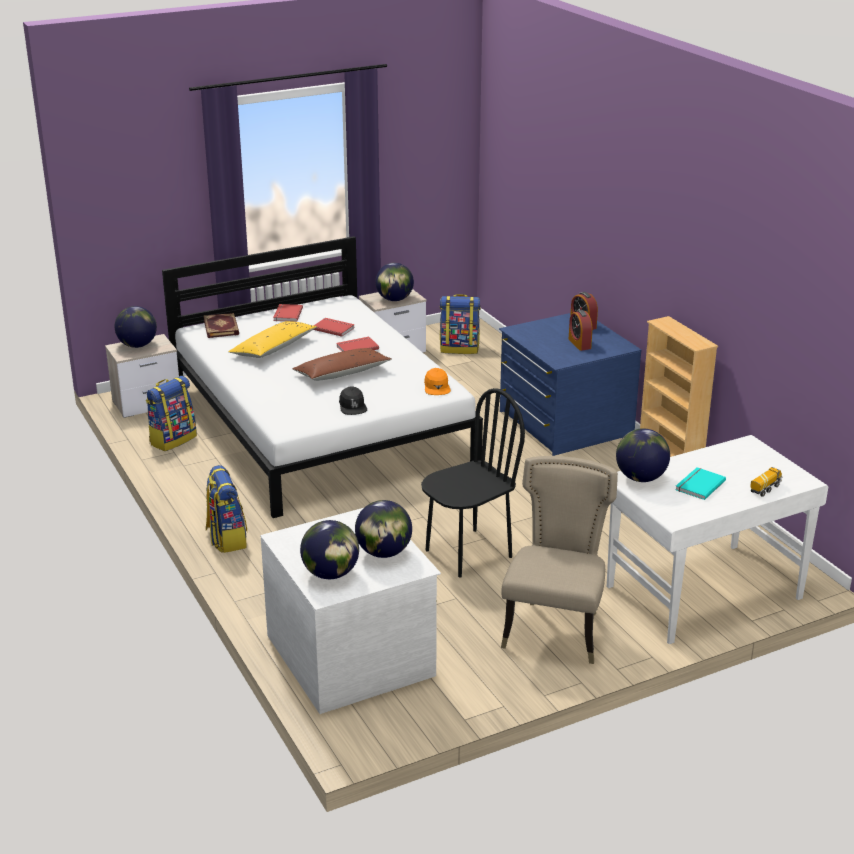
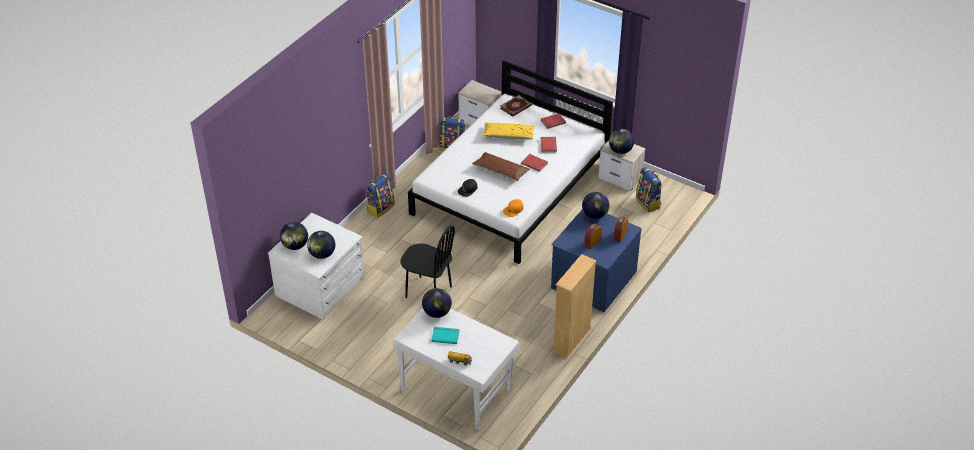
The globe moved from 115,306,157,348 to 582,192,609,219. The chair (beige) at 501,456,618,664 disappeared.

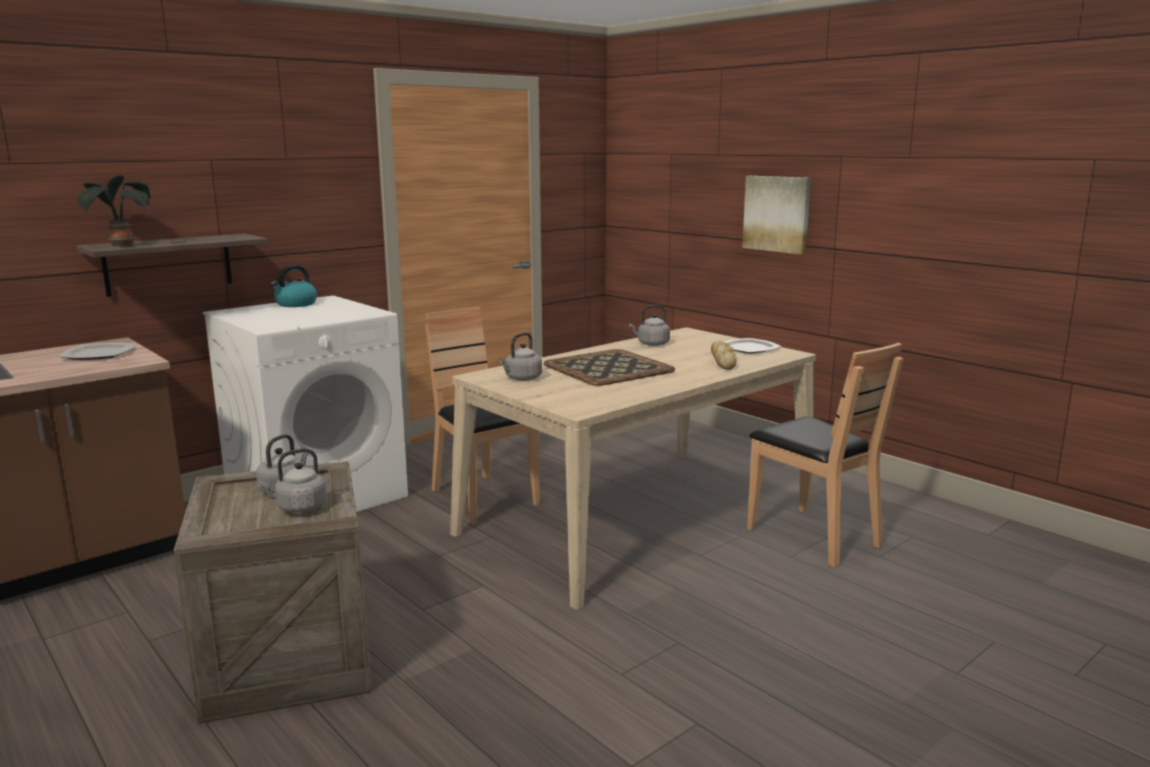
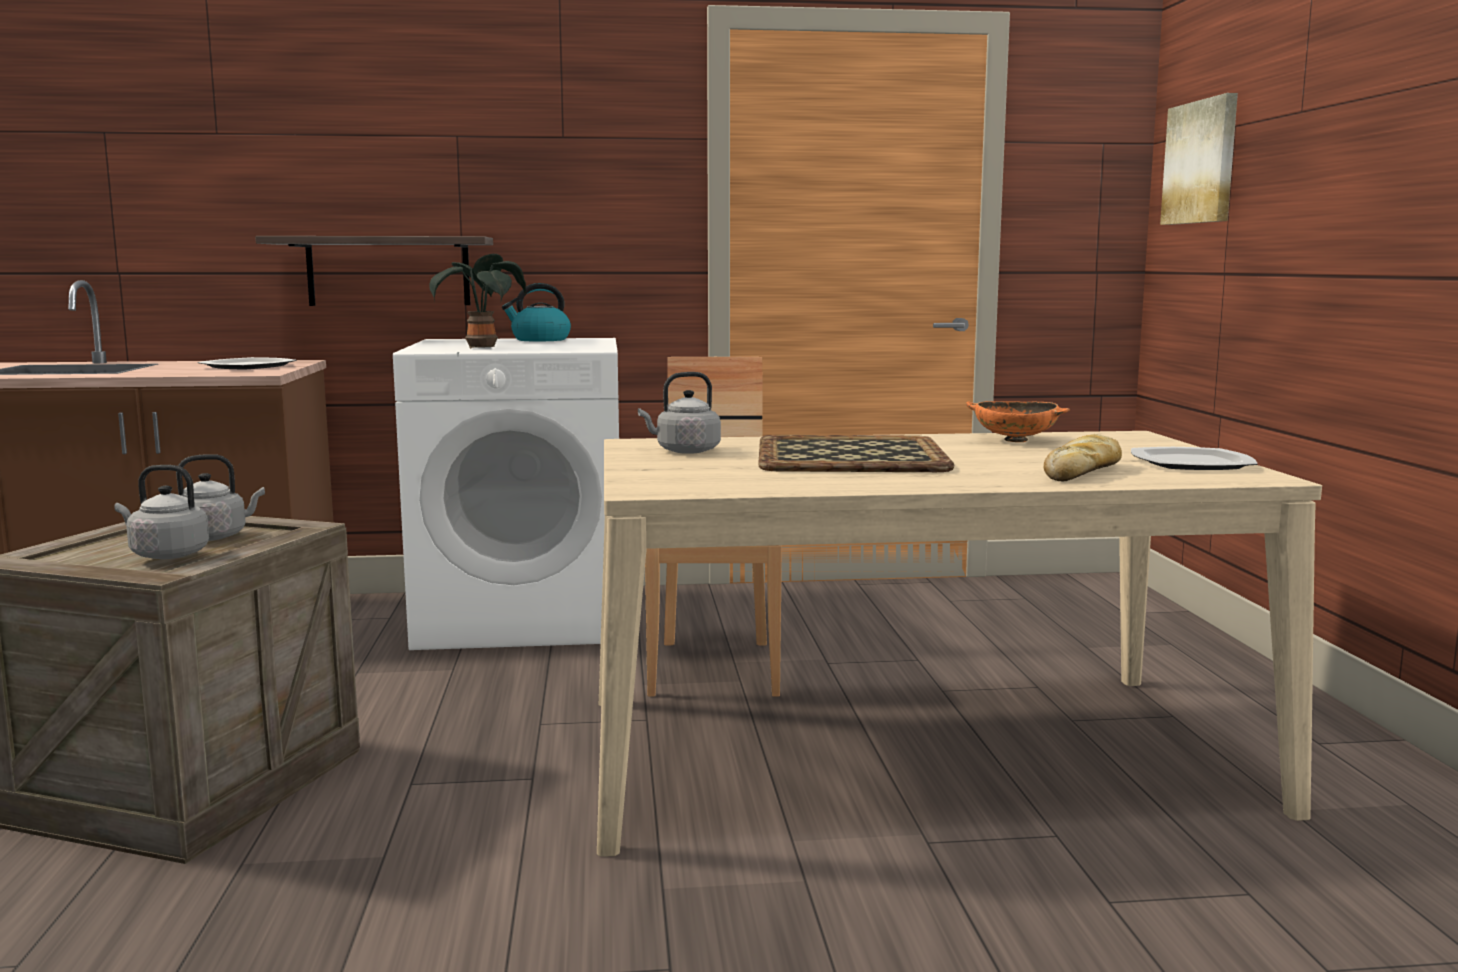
The potted plant moved from 77,175,150,248 to 429,254,526,349. The tea kettle (greyish) at 629,305,670,346 was replaced by the serving bowl (orangey) at 966,401,1070,442. The picture moved from 742,176,811,255 to 1160,93,1238,225. The chair (brown-coloured) at 747,343,903,567 disappeared.

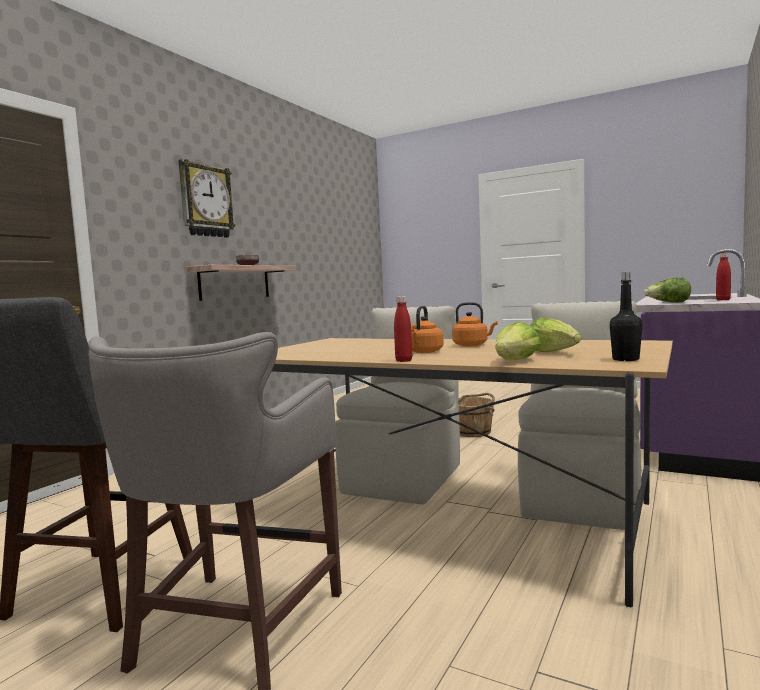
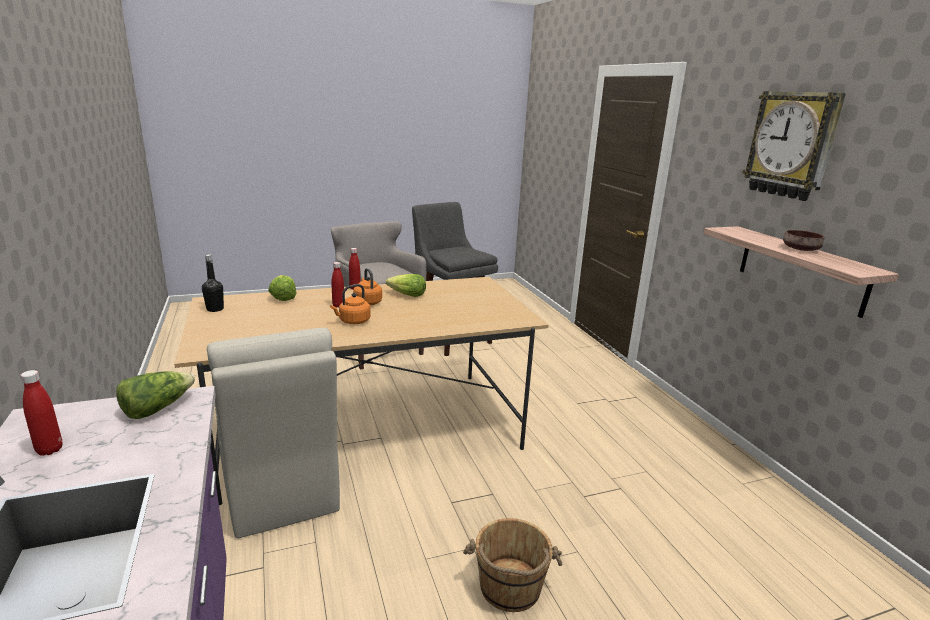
The chair (beige) at 335,306,460,504 disappeared. The head of lettuce moved from 530,318,582,352 to 386,274,426,297. The drink bottle (reddish) at 331,262,344,308 appeared.

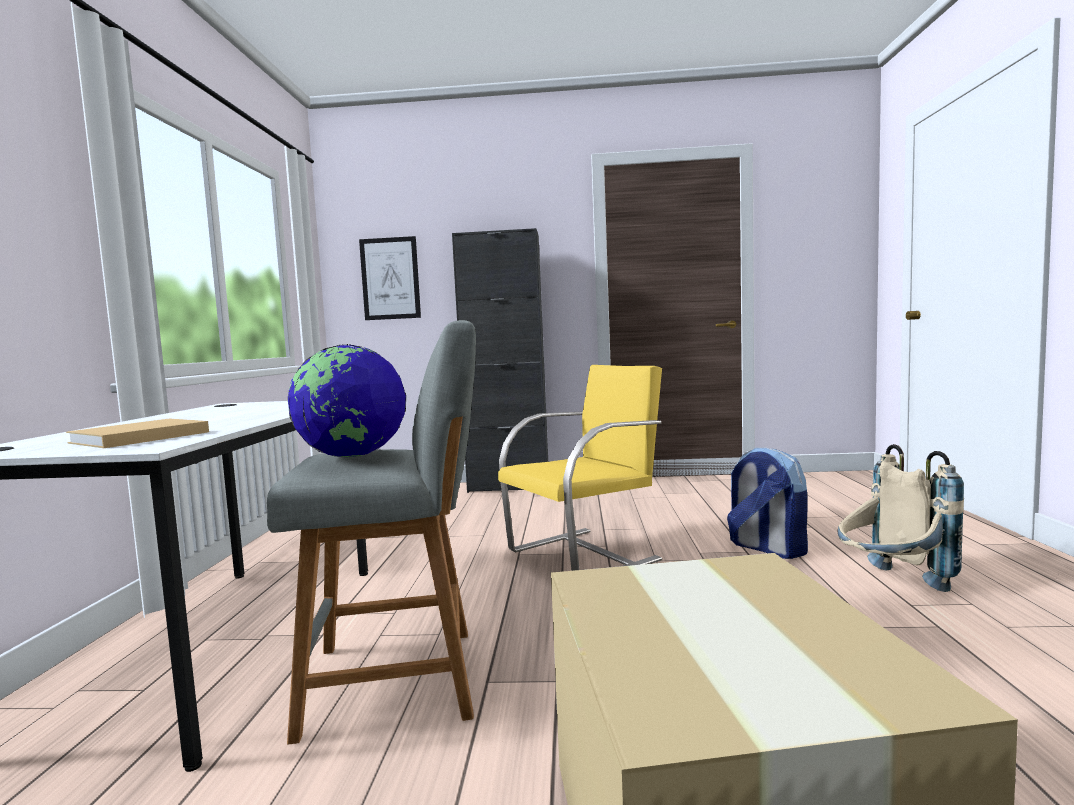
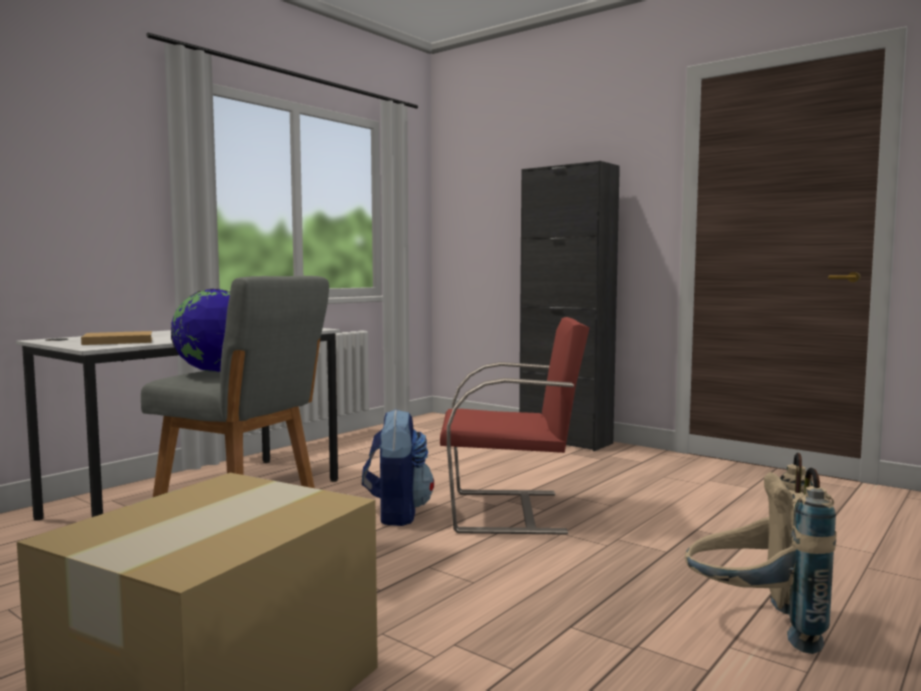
The picture at 359,236,421,320 disappeared. The chair (yellow) at 498,365,662,571 became the chair (reddish) at 440,317,589,535. The backpack moved from 727,448,808,559 to 362,409,434,526.

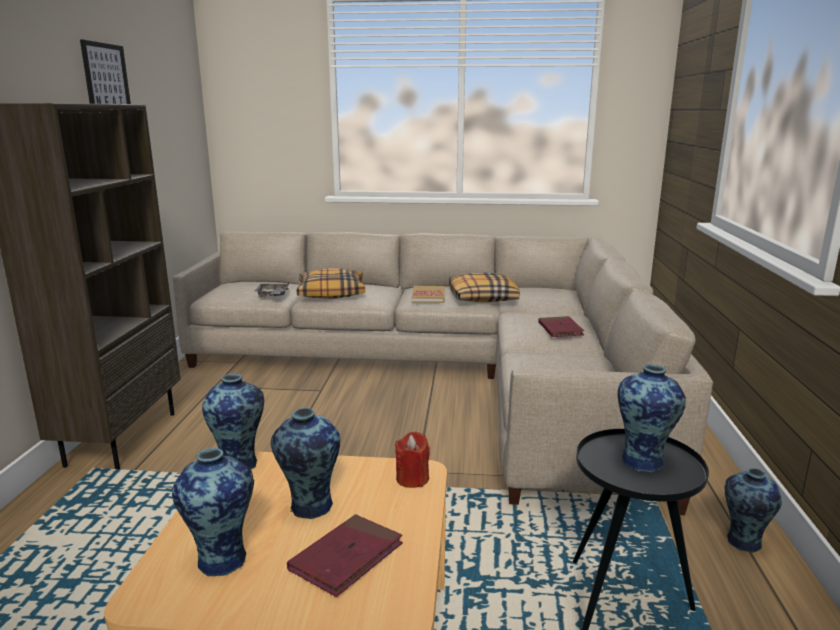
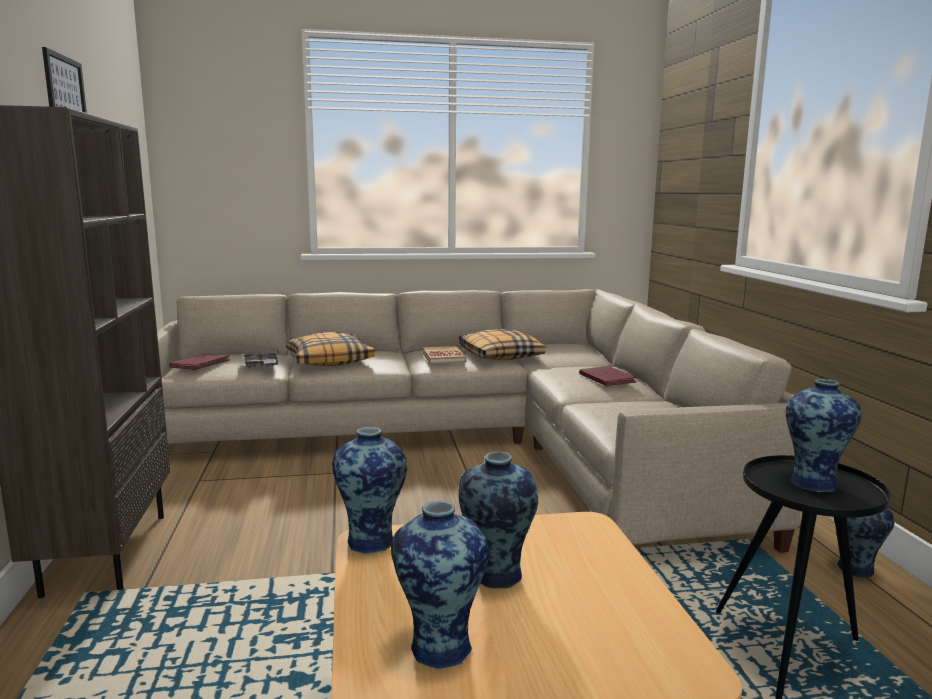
The book (reddish) moved from 287,514,403,597 to 169,353,230,370. The candle (reddish) at 395,432,430,488 disappeared.

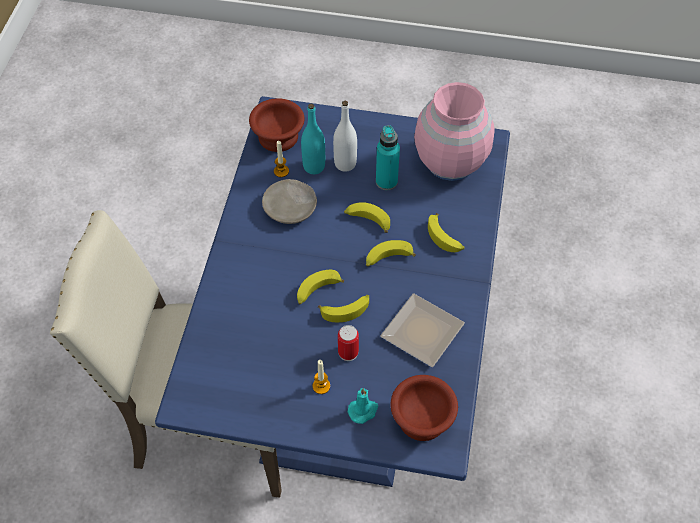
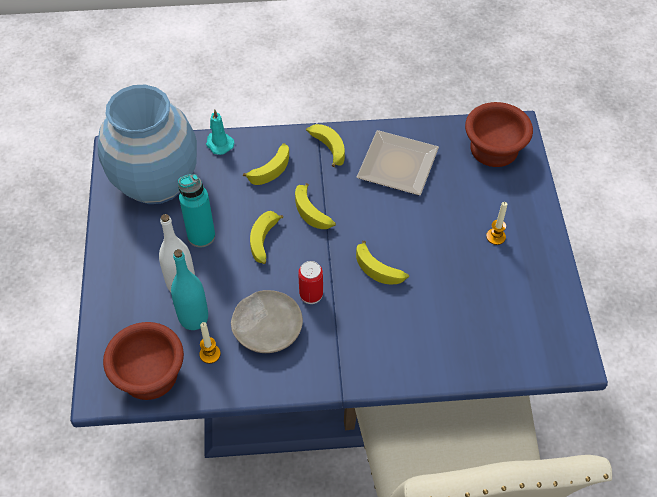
The banana moved from 318,295,369,322 to 306,124,345,167. The sealed can moved from 338,325,359,361 to 298,261,323,304. The candle (blue-green) moved from 348,388,378,424 to 206,109,234,155. The decorative vase (pinkish) at 414,82,495,181 became the decorative vase (bluish) at 98,85,197,204.

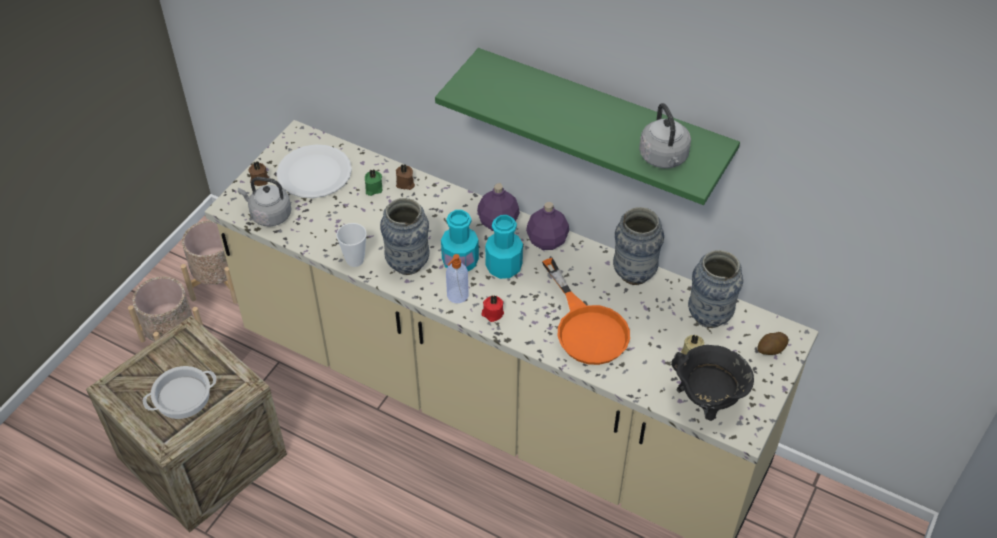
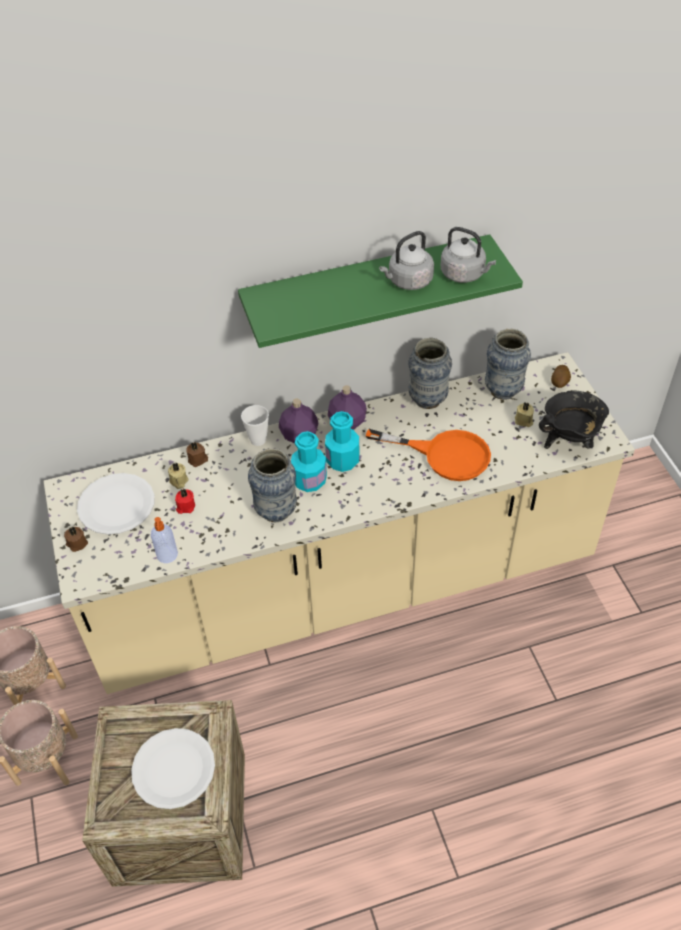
The cooking pot at 143,366,217,419 was replaced by the plate (white-coloured) at 131,728,215,809. The tea kettle (greyish) moved from 238,177,292,227 to 379,231,434,290. The small cup moved from 336,223,367,267 to 241,405,269,446. The candle (greenish) at 365,169,382,196 became the candle (beige) at 168,462,188,489. The soap bottle moved from 446,254,469,303 to 151,517,178,563. The candle (reddish) moved from 481,295,504,322 to 175,489,195,514.

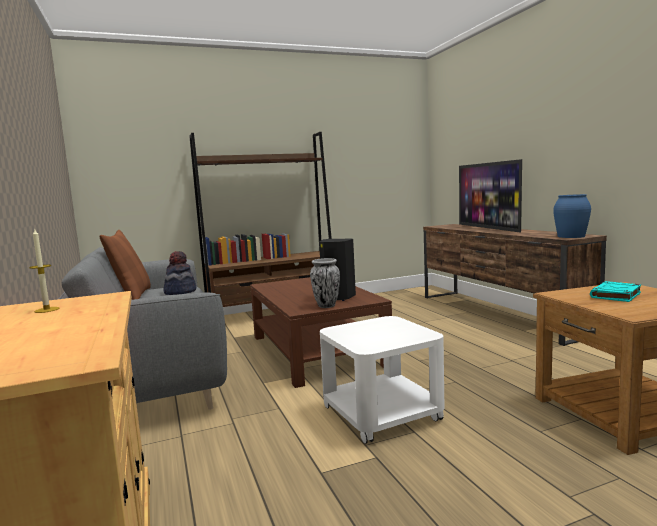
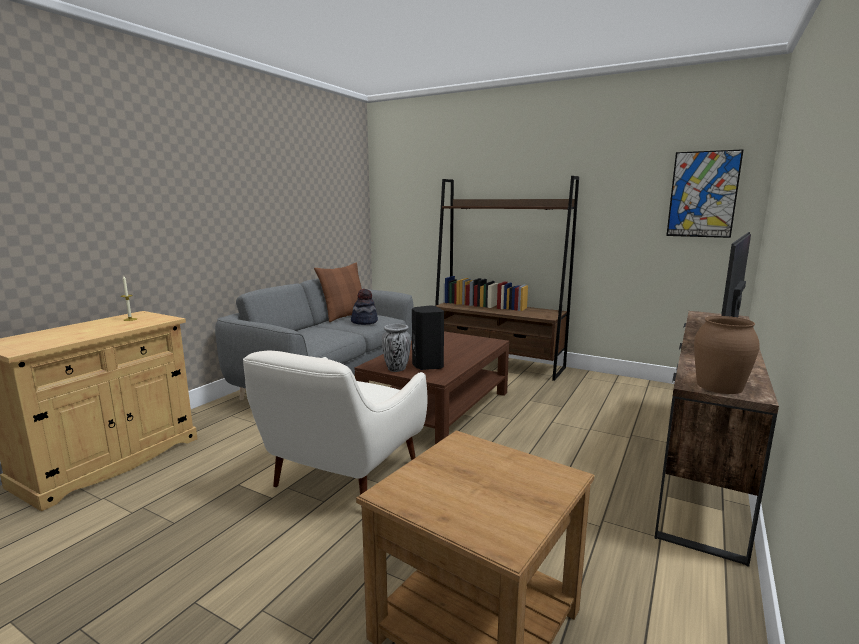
The end table (white-coloured) at 320,316,445,444 was replaced by the armchair (white-coloured) at 243,351,428,508. The decorative vase (bluish) at 553,194,591,238 became the decorative vase (brown-coloured) at 694,316,760,394. The book (blue-green) at 590,281,641,302 disappeared. The picture at 666,149,744,238 appeared.

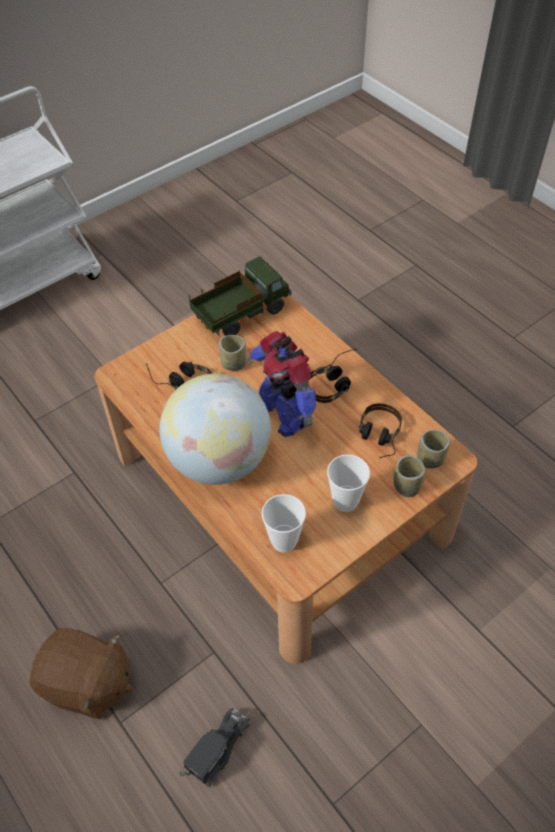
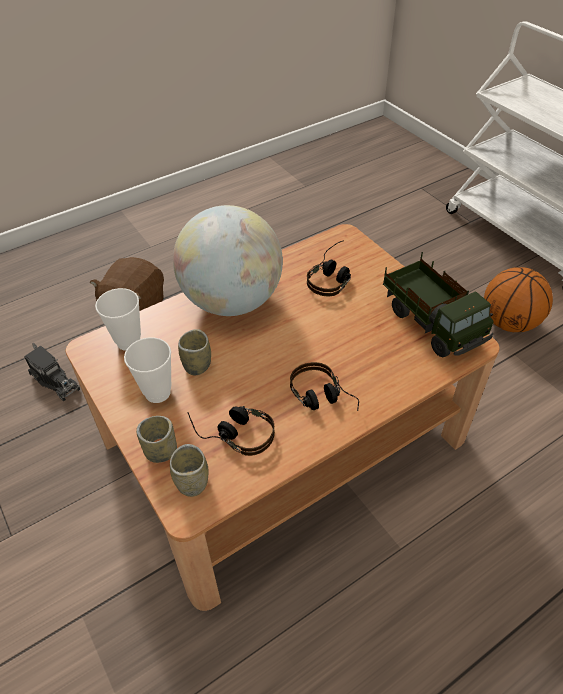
The small cup moved from 219,335,246,371 to 178,329,211,375. The model robot at 247,331,316,437 disappeared. The basketball at 484,267,553,332 appeared.

